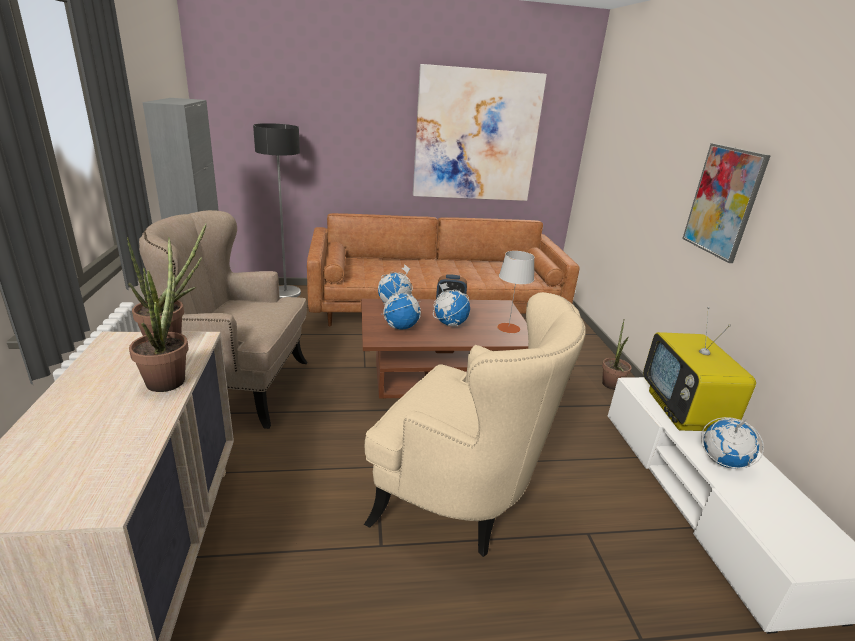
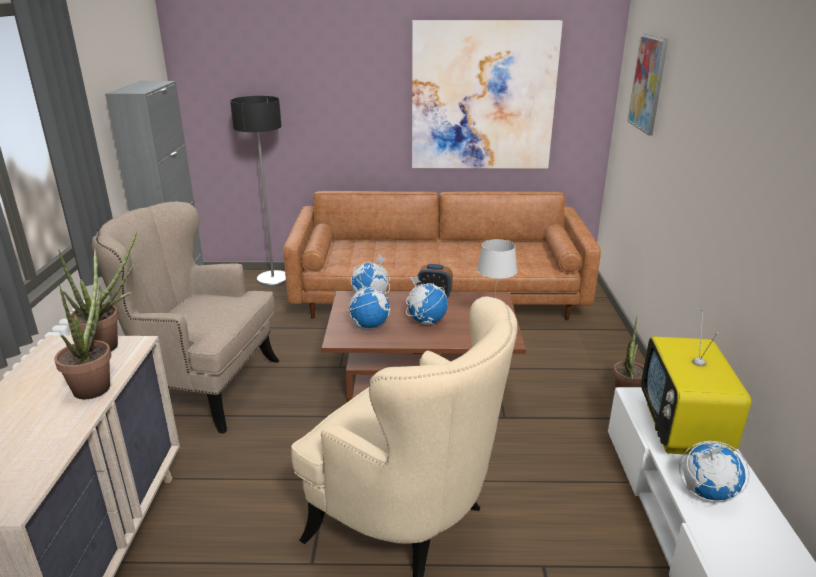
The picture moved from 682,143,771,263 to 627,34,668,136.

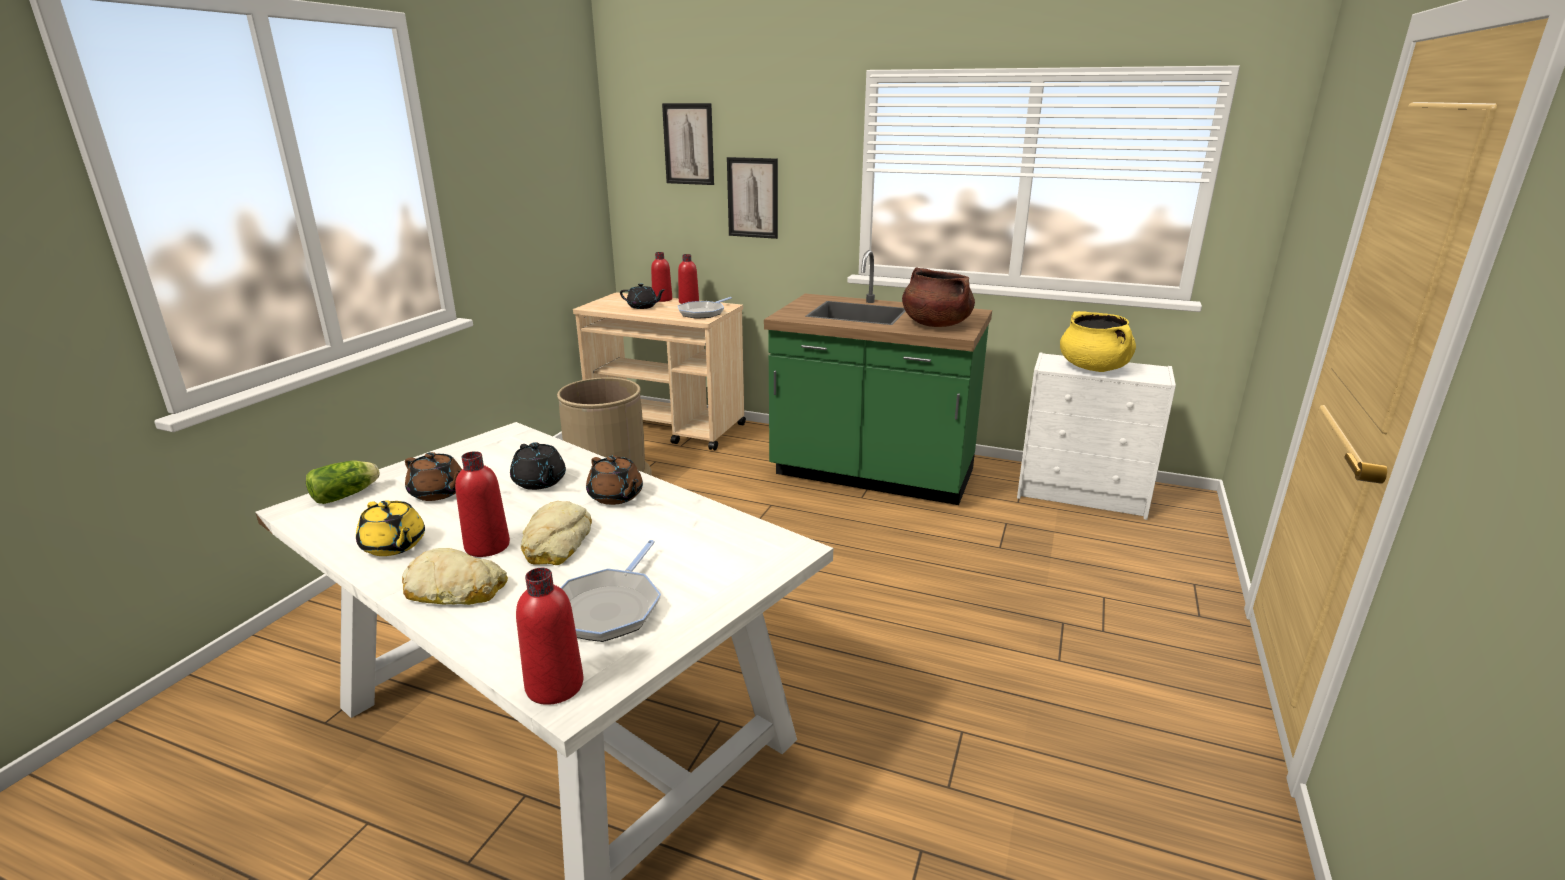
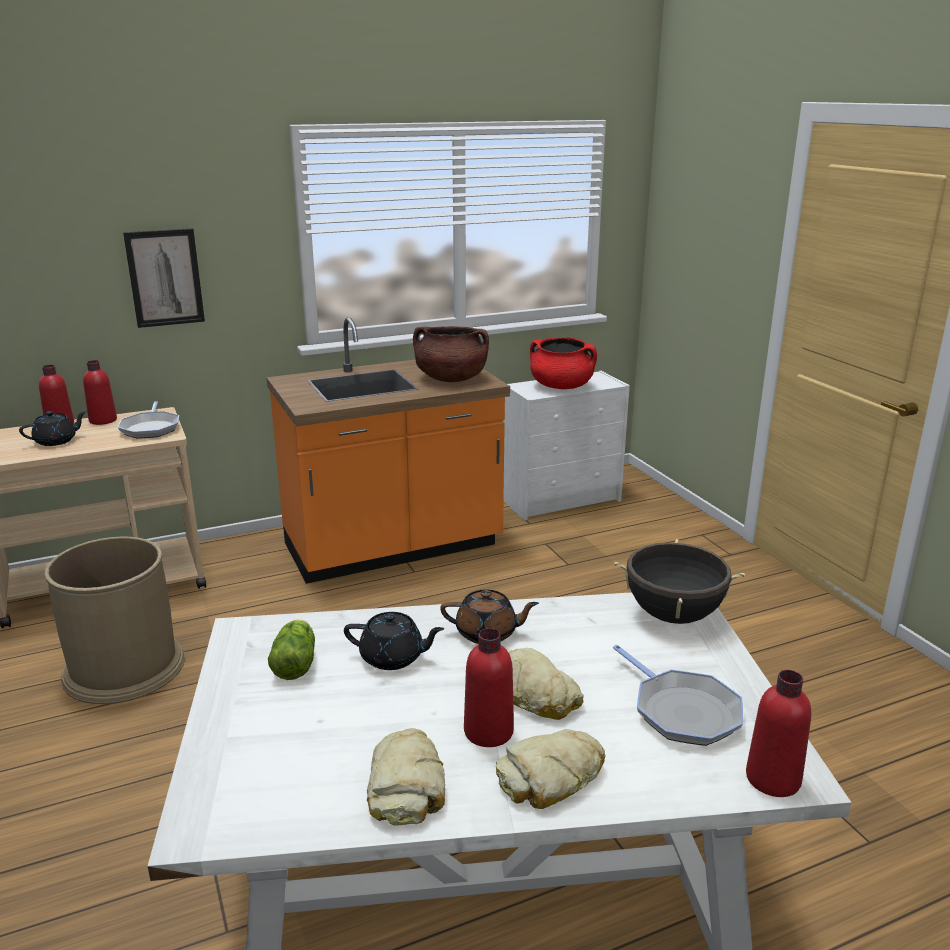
The head of lettuce moved from 306,461,380,504 to 268,619,315,680. The pot for tea (yellow) at 356,500,425,556 was replaced by the bakery bread at 367,728,445,825. The pot for tea (brown-coloured) at 405,452,462,501 disappeared. The picture at 662,103,714,185 disappeared. The kitchen base unit (greenish) at 764,250,992,505 became the kitchen base unit (orangey) at 266,317,510,584. The cooking pot (yellow) at 1060,311,1136,372 became the cooking pot (reddish) at 530,337,597,389. The cooking pot (black) at 614,539,745,624 appeared.

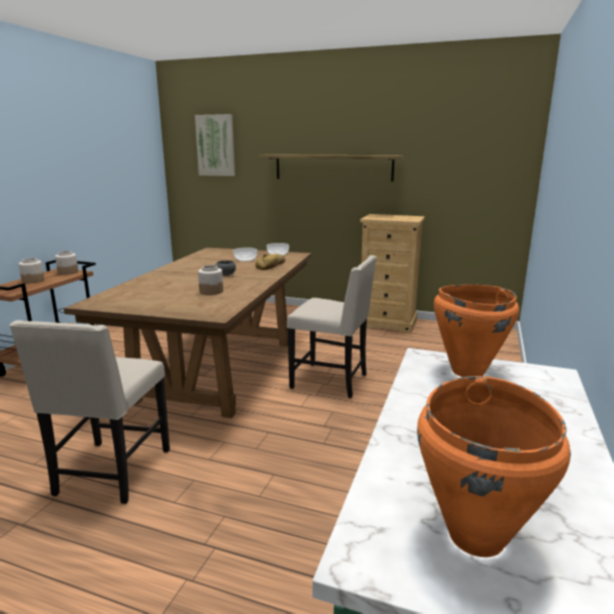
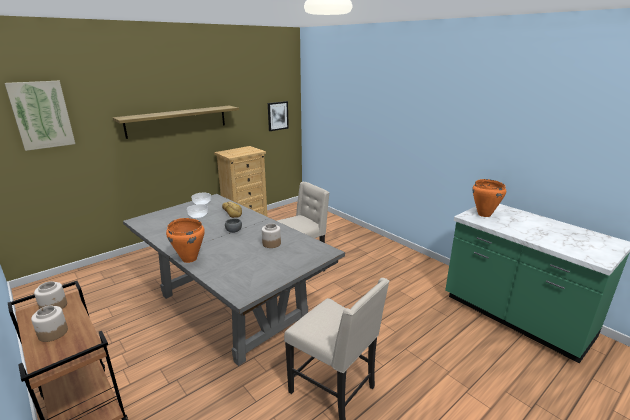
The kitchen table (brown-coloured) at 64,247,312,418 became the kitchen table (greyish) at 123,194,345,366. The cooking pot (orangey) moved from 417,376,571,557 to 166,218,205,263. The picture at 268,101,289,131 appeared.

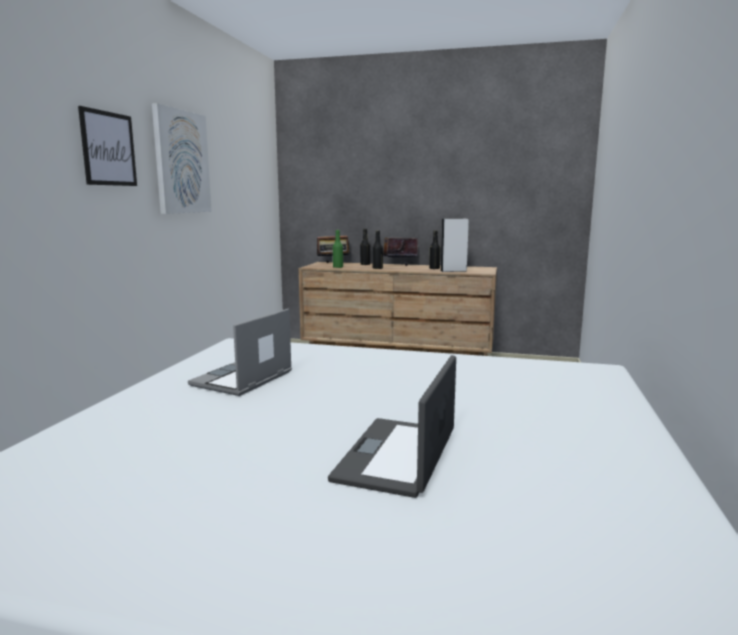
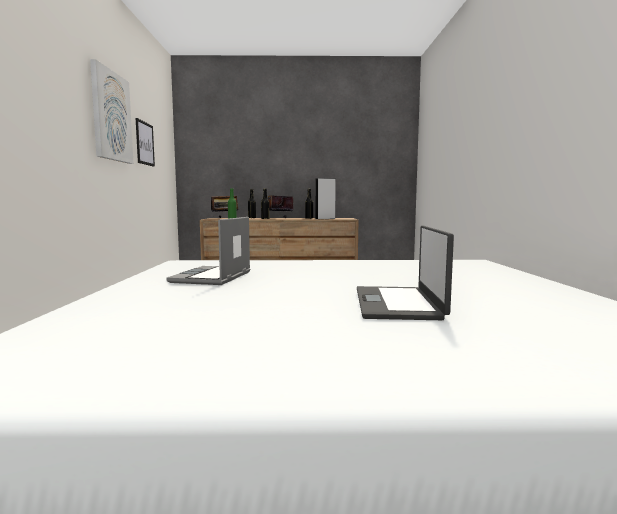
The picture moved from 78,106,137,186 to 136,118,155,167.

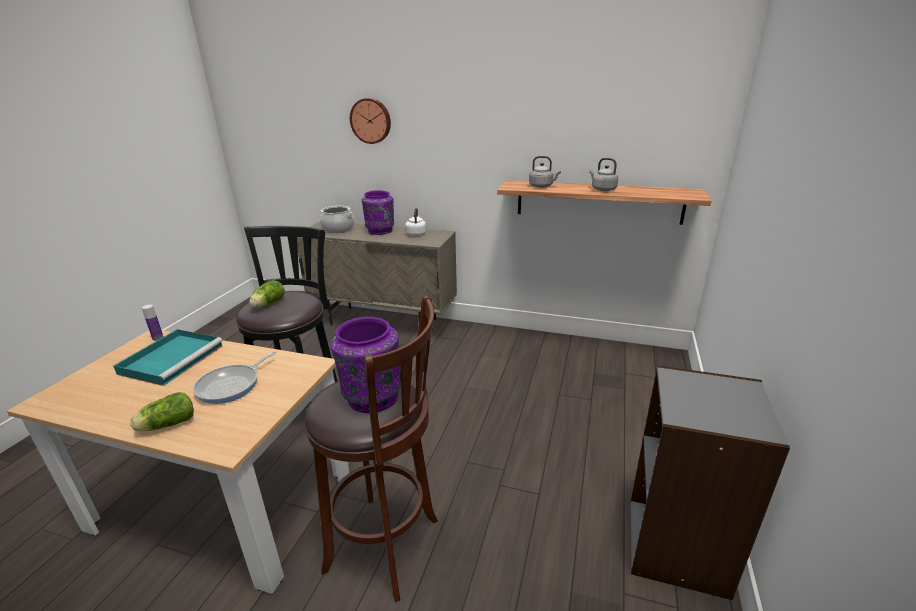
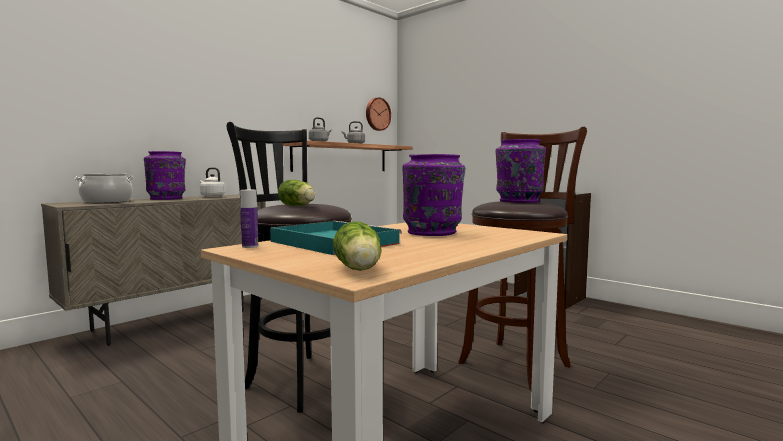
The head of lettuce moved from 130,392,194,431 to 333,221,382,271. The frying pan at 193,351,276,404 was replaced by the decorative vase (purple) at 402,154,465,236. The hanging clock moved from 350,98,391,144 to 366,97,391,131.

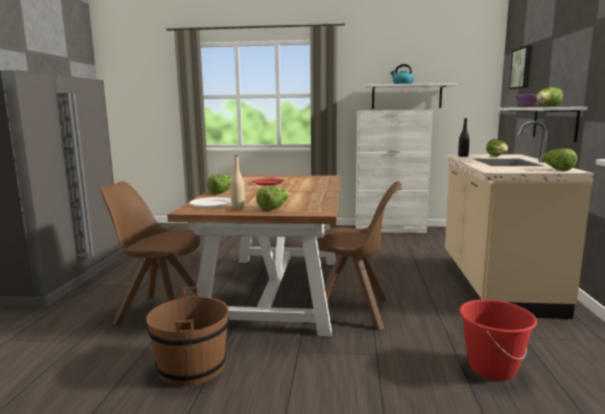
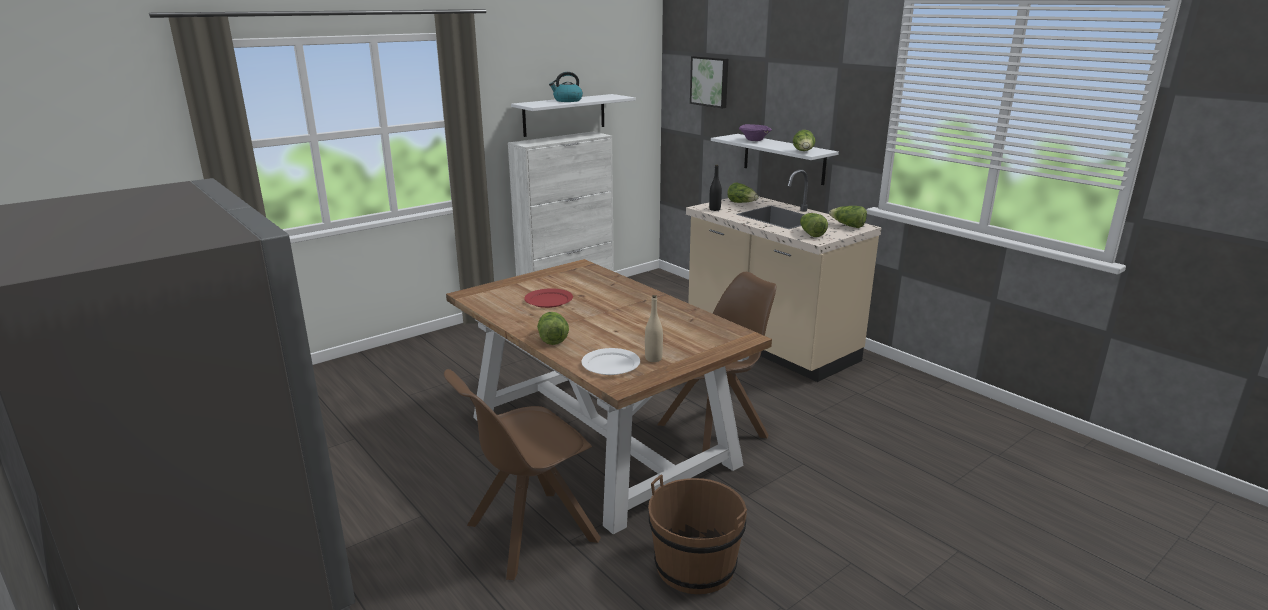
The head of lettuce moved from 256,186,289,211 to 800,213,828,237. The water bucket (reddish) at 459,299,537,381 disappeared.

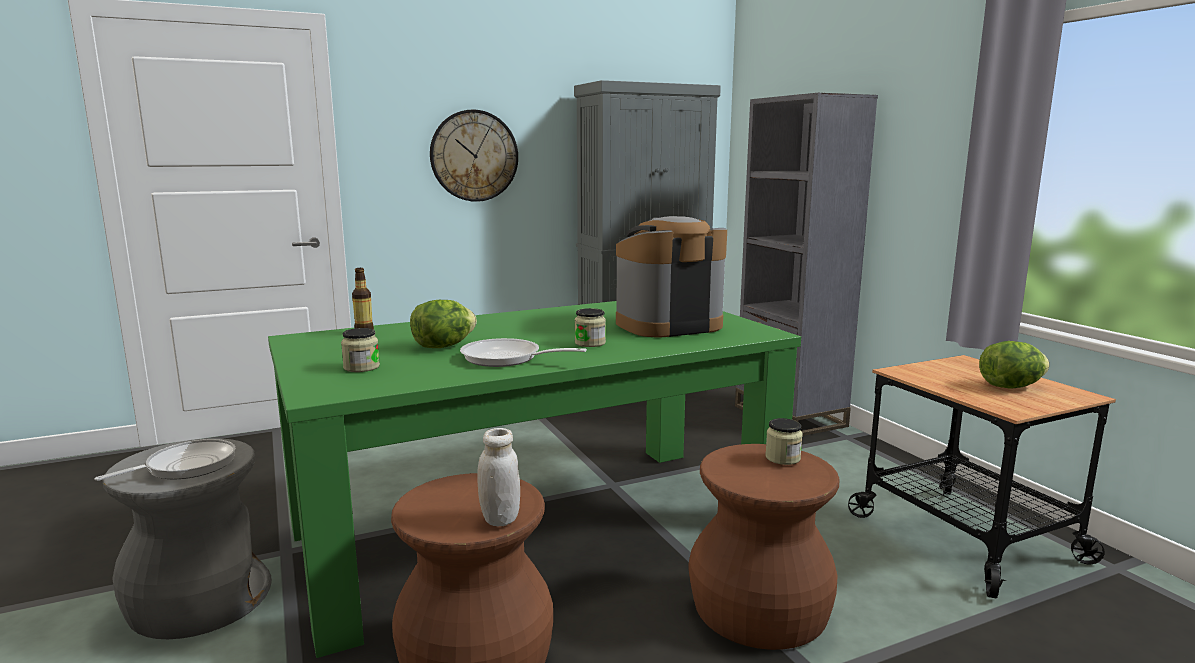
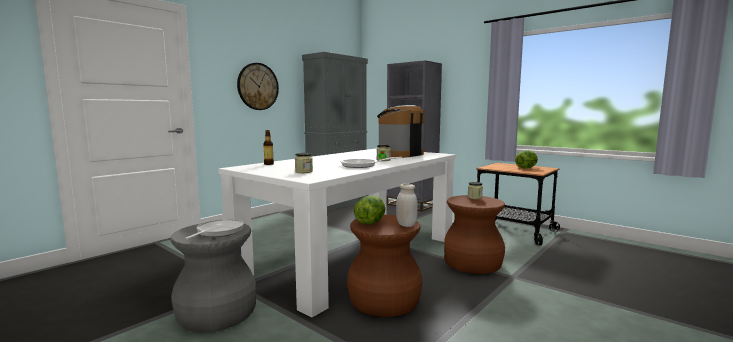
The kitchen table (greenish) at 268,301,801,658 became the kitchen table (white-coloured) at 219,148,456,317. The head of lettuce moved from 410,300,477,348 to 354,196,385,224.

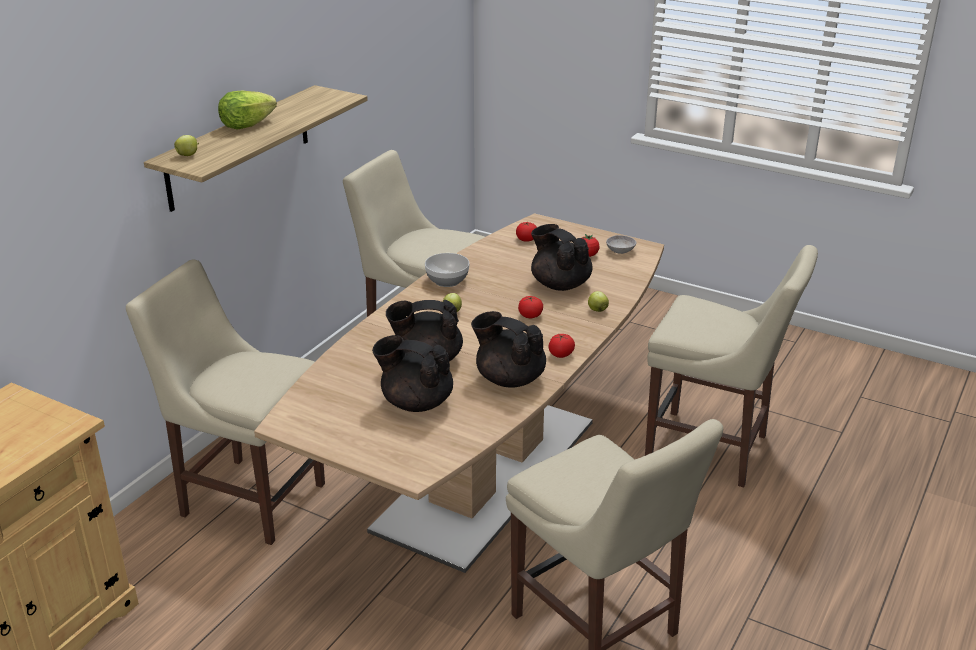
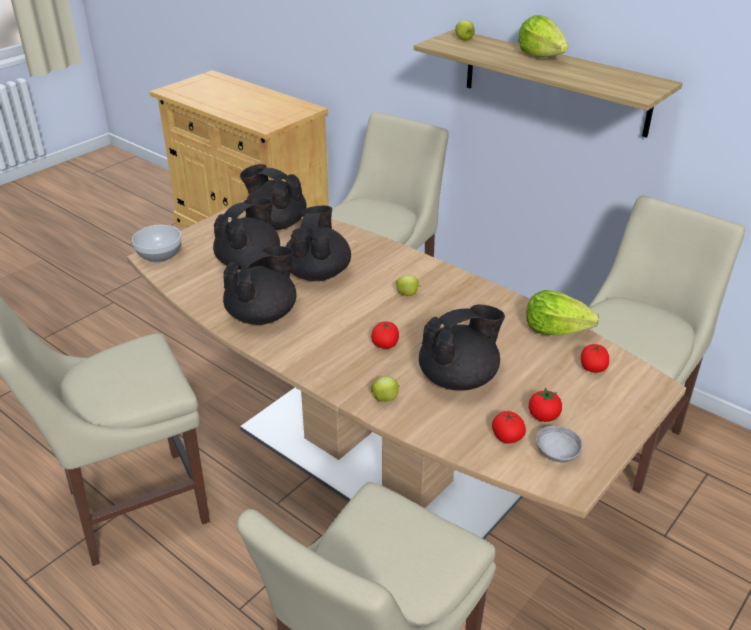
The serving bowl moved from 425,253,469,287 to 132,225,181,263. The tomato moved from 548,334,575,358 to 492,411,526,444. The pot for tea (black) at 240,164,306,230 appeared. The head of lettuce at 526,290,599,336 appeared.

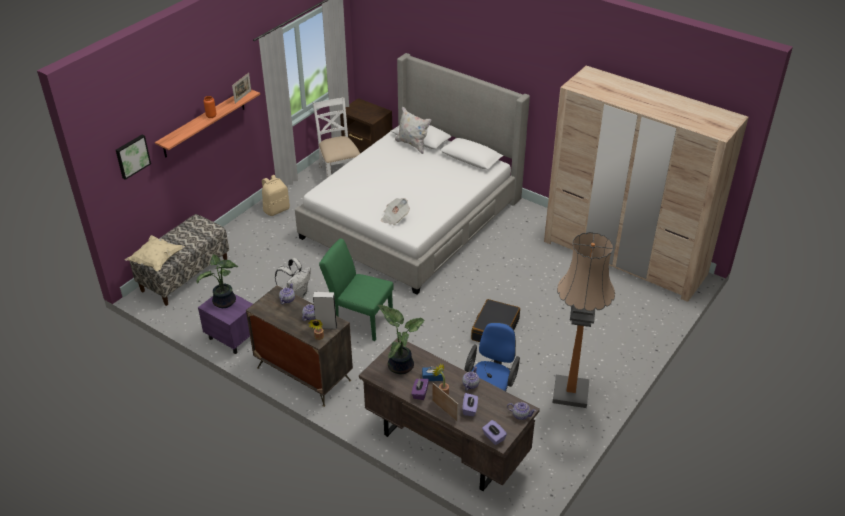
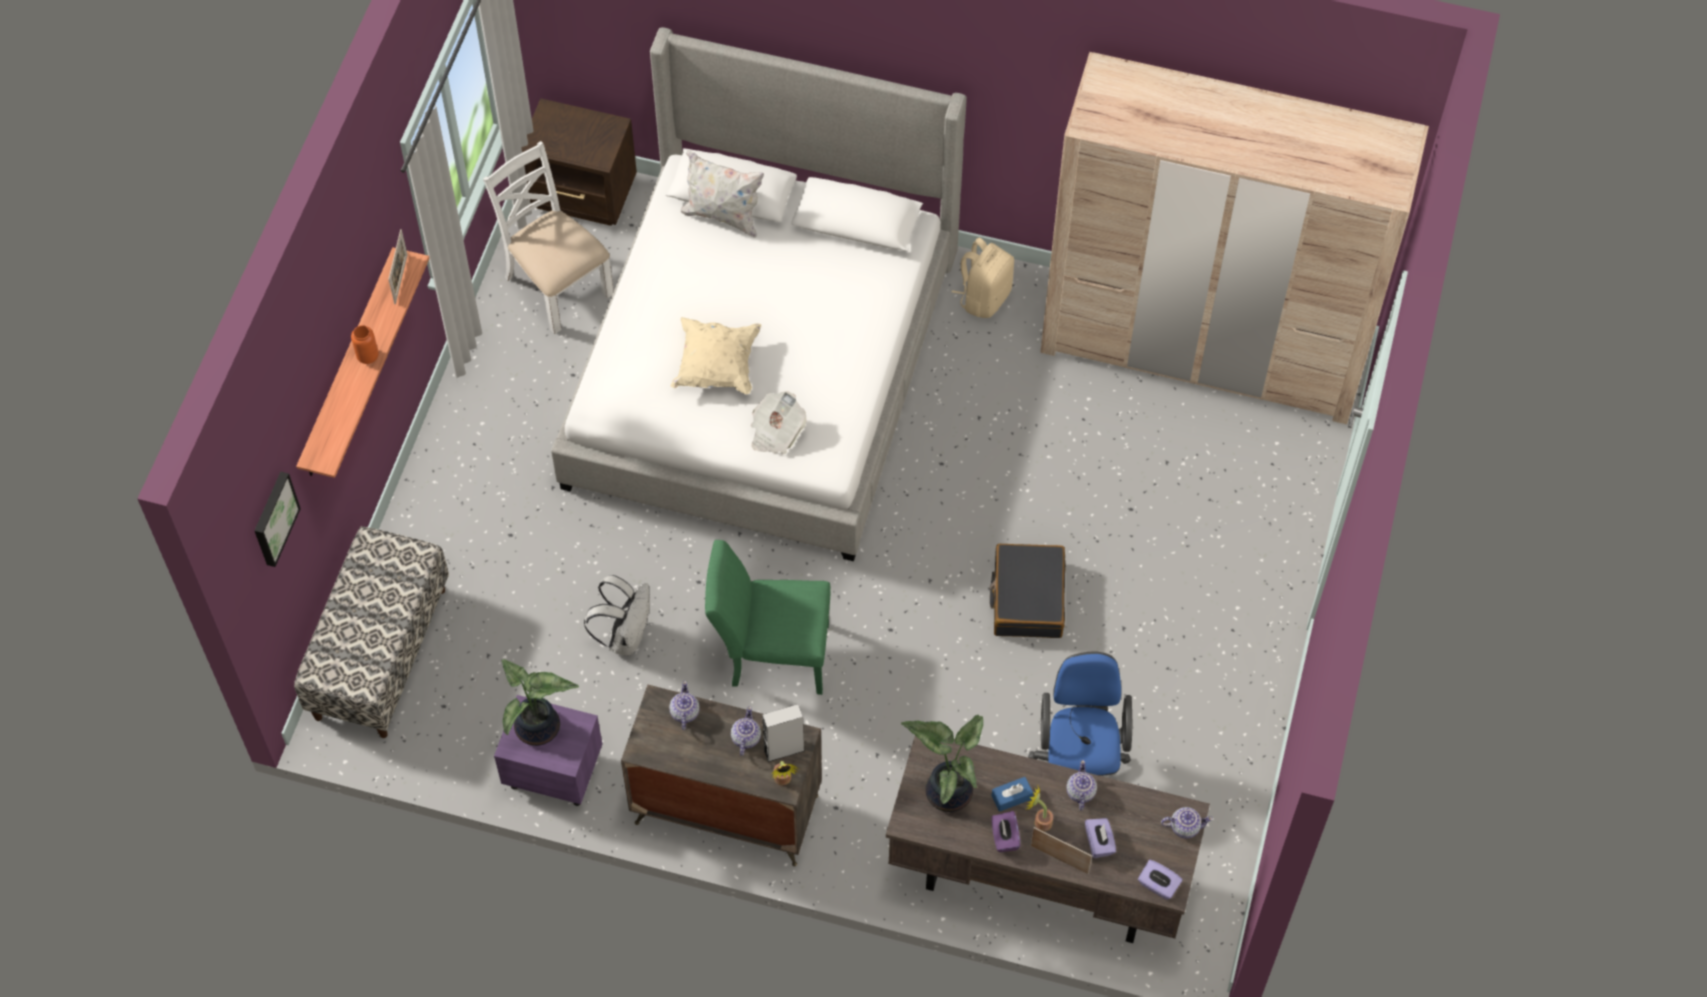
The throw pillow (beige) moved from 125,235,185,271 to 671,317,761,394. The backpack (beige) moved from 262,175,290,216 to 952,238,1014,318. The standing lamp at 552,232,615,408 disappeared.

